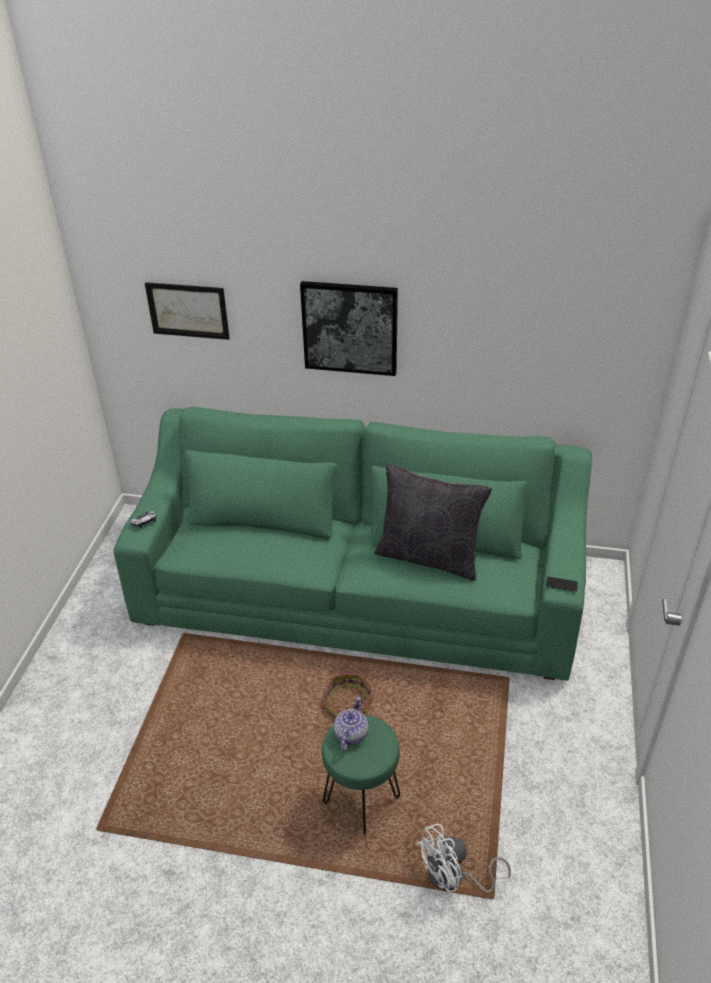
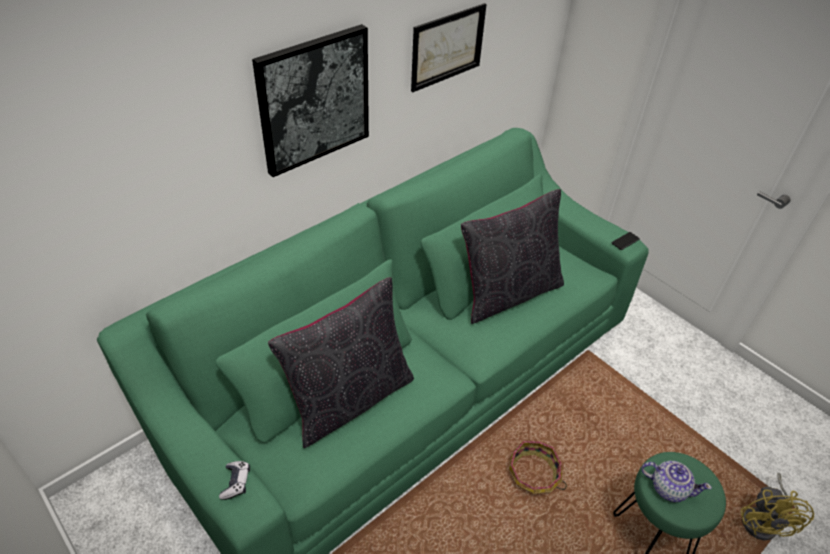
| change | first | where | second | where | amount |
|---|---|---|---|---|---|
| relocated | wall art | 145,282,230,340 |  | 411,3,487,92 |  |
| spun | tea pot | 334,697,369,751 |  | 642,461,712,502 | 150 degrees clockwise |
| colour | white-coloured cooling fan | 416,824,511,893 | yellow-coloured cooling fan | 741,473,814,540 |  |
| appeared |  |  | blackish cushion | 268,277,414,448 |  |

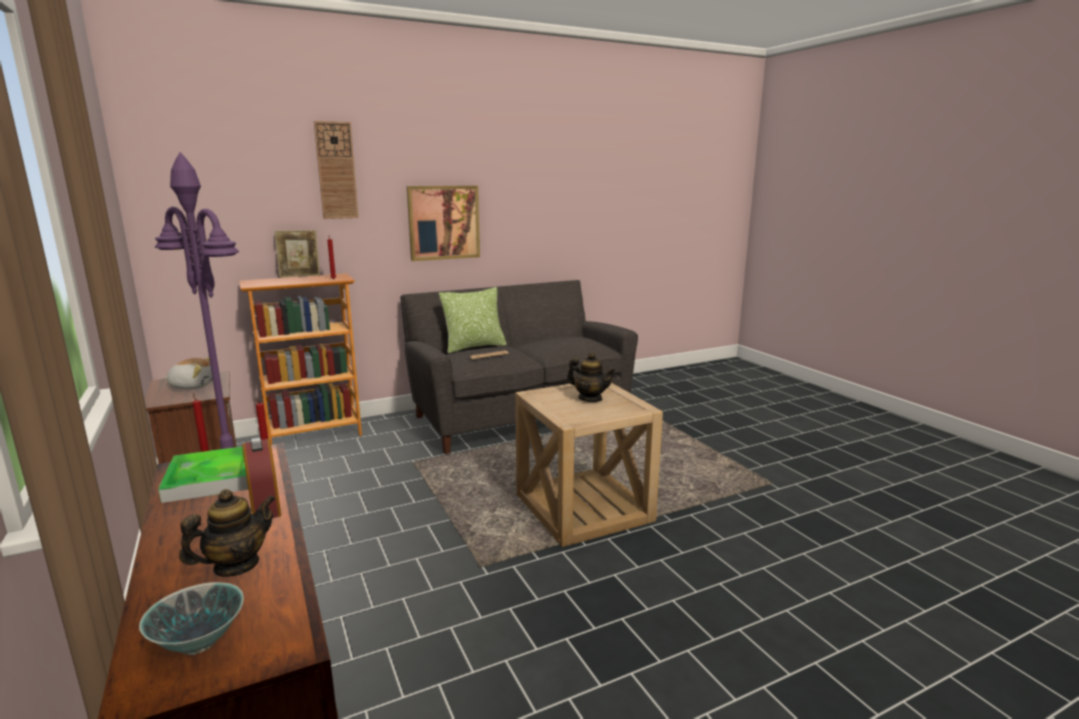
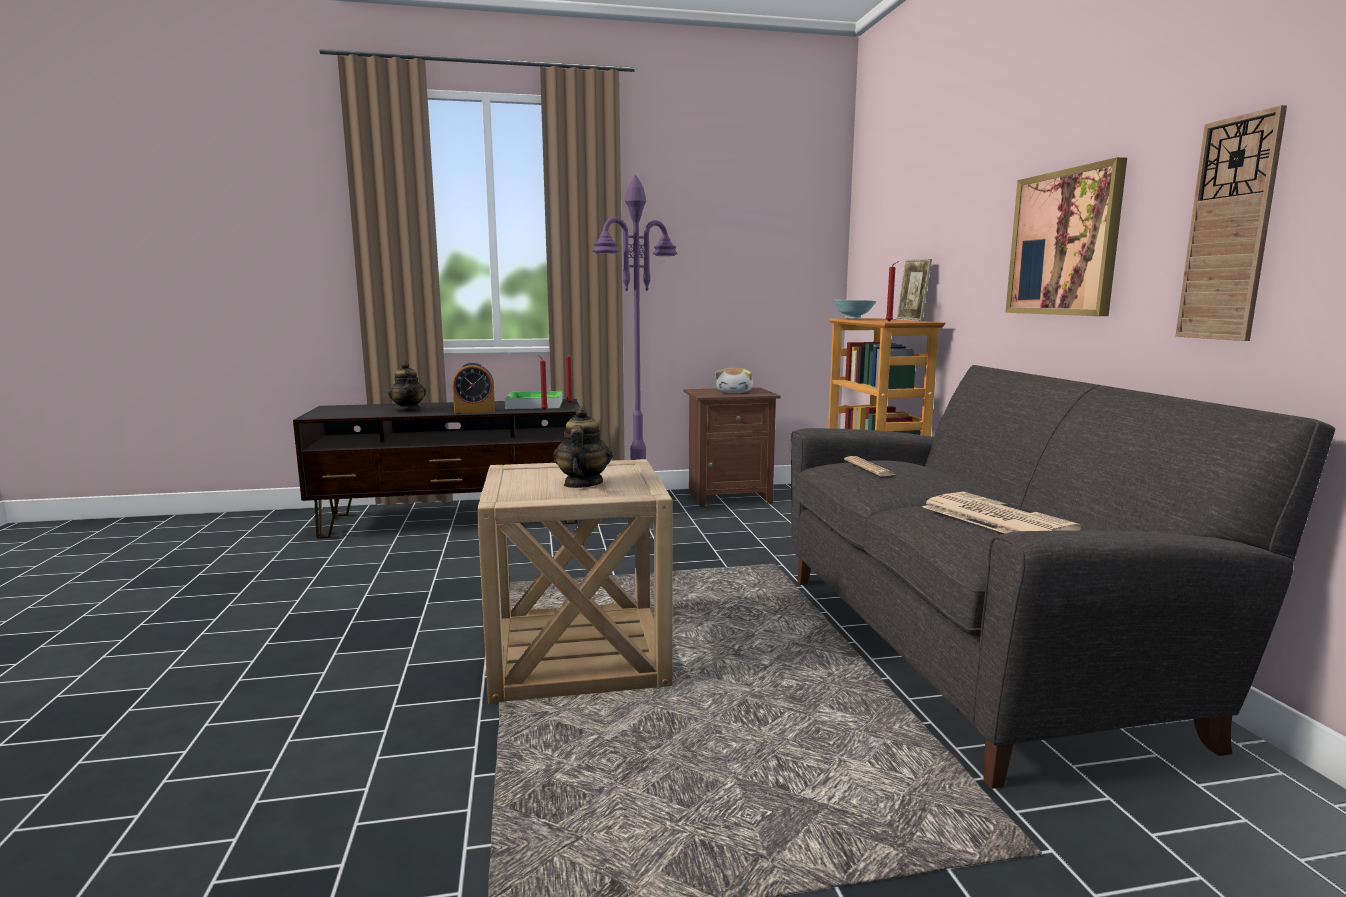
| change | first | where | second | where | amount |
|---|---|---|---|---|---|
| relocated | serving bowl | 139,582,244,655 |  | 832,300,877,319 |  |
| relocated | hanging clock | 314,121,359,219 |  | 1175,105,1287,341 |  |
| missing | cushion | 439,287,507,353 |  |  |  |
| spun | tea pot | 567,353,615,402 |  | 553,406,612,488 | 135 degrees clockwise |
| appeared |  |  | daily paper | 922,492,1082,534 |  |

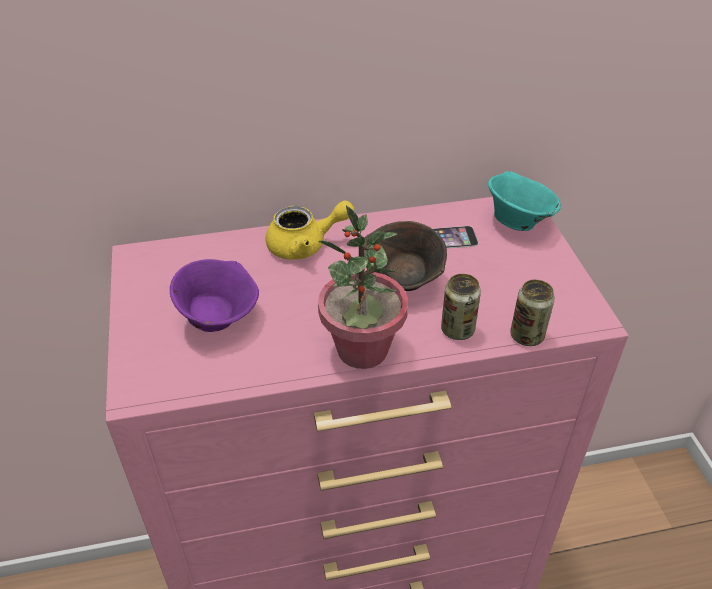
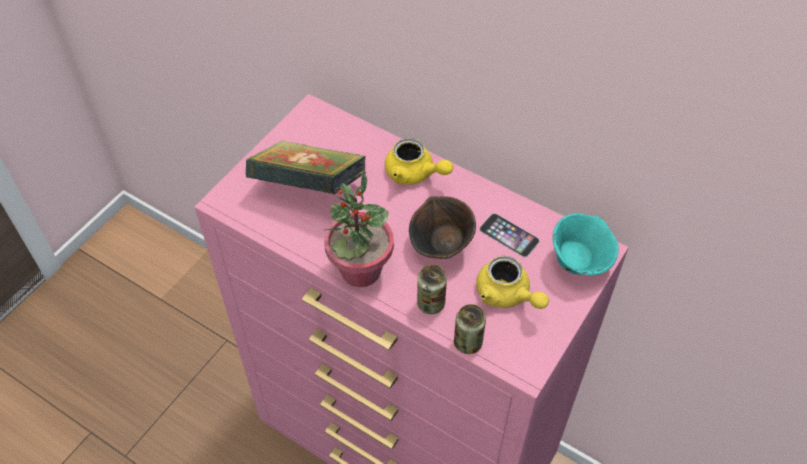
| change | first | where | second | where | amount |
|---|---|---|---|---|---|
| exchanged | purple serving bowl | 170,259,259,332 | bound book | 246,140,366,195 |  |
| appeared |  |  | yellow-coloured tea pot | 476,256,549,309 |  |

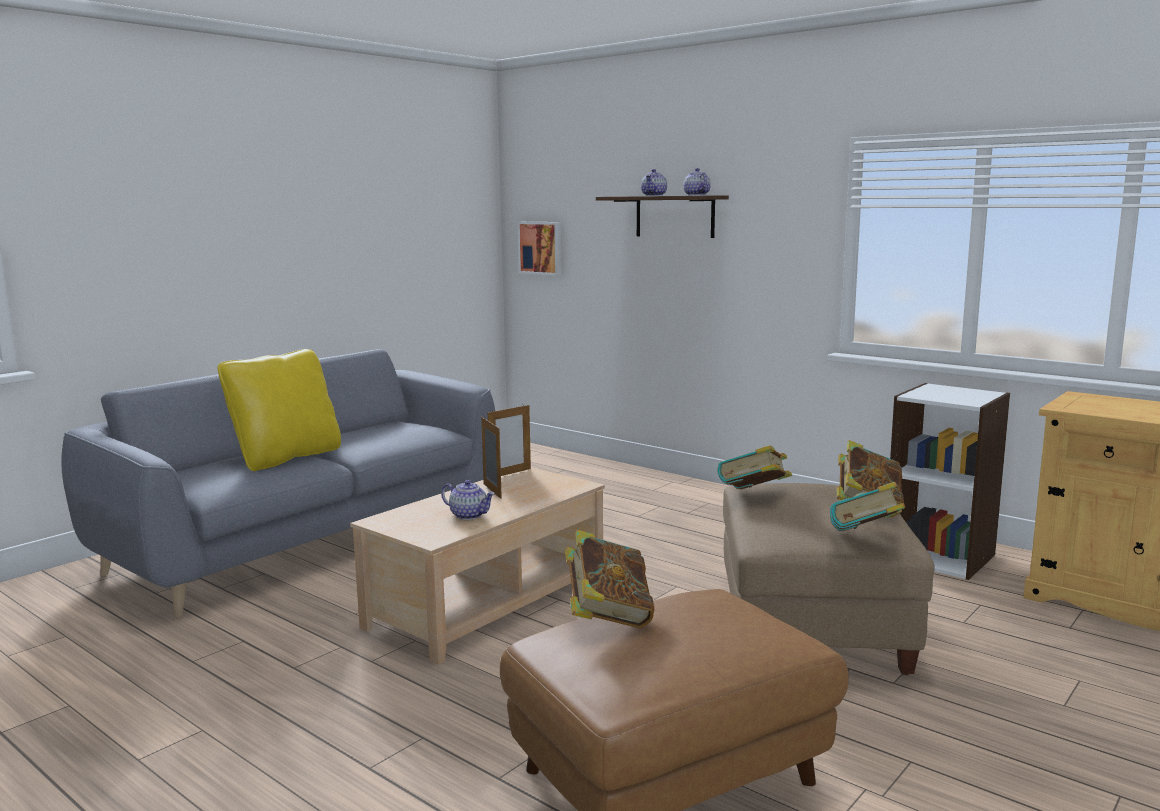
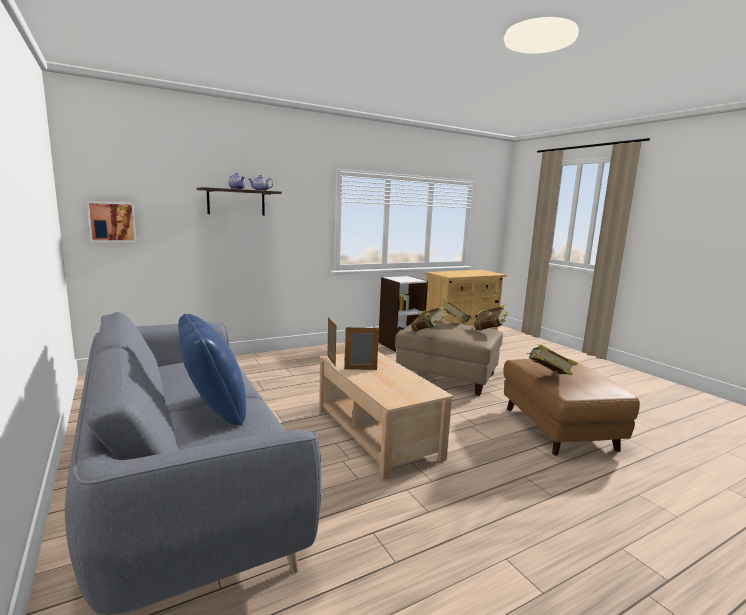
| change | first | where | second | where | amount |
|---|---|---|---|---|---|
| colour | yellow-coloured cushion | 218,349,341,471 | blue cushion | 178,314,246,426 |  |
| missing | tea pot | 441,480,495,520 |  |  |  |

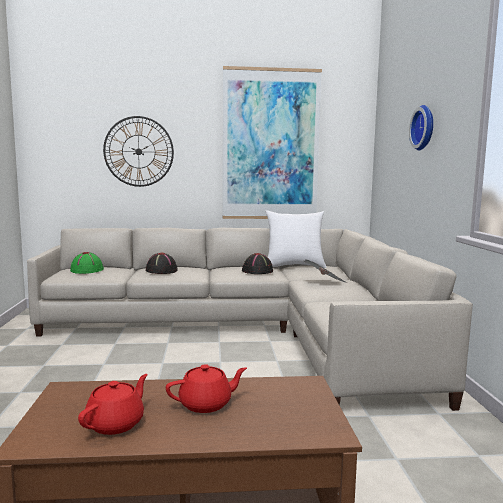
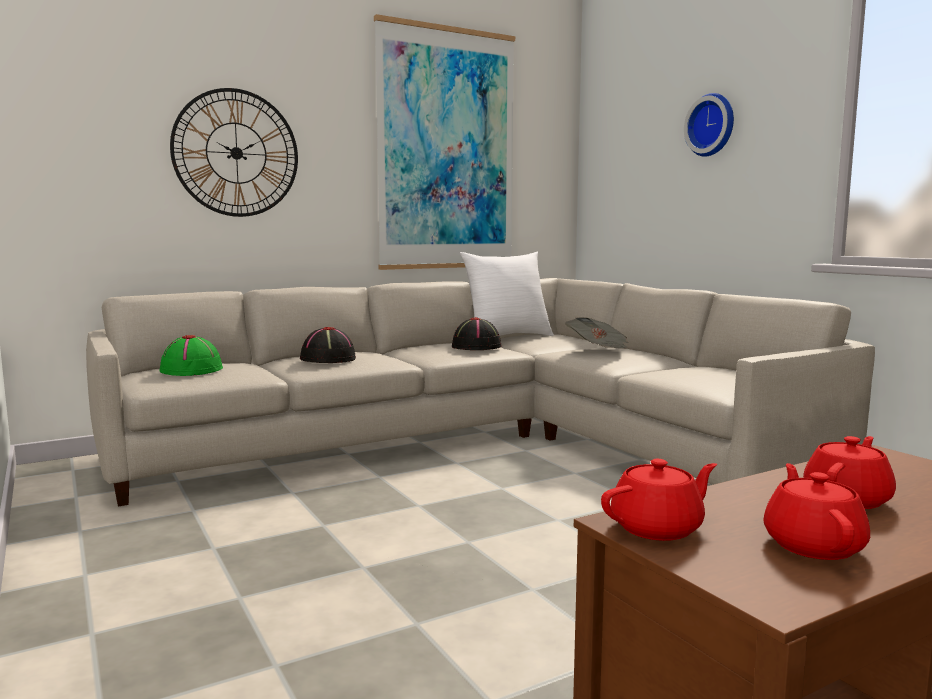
| change | first | where | second | where | amount |
|---|---|---|---|---|---|
| appeared |  |  | red-coloured tea pot | 601,459,717,541 |  |

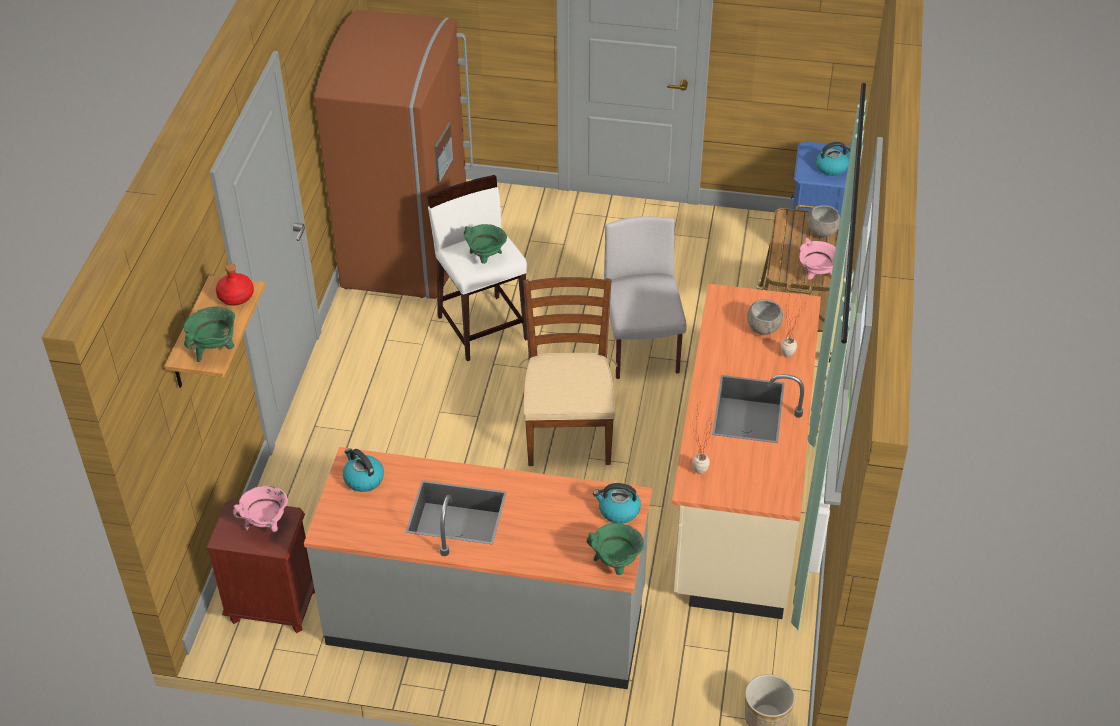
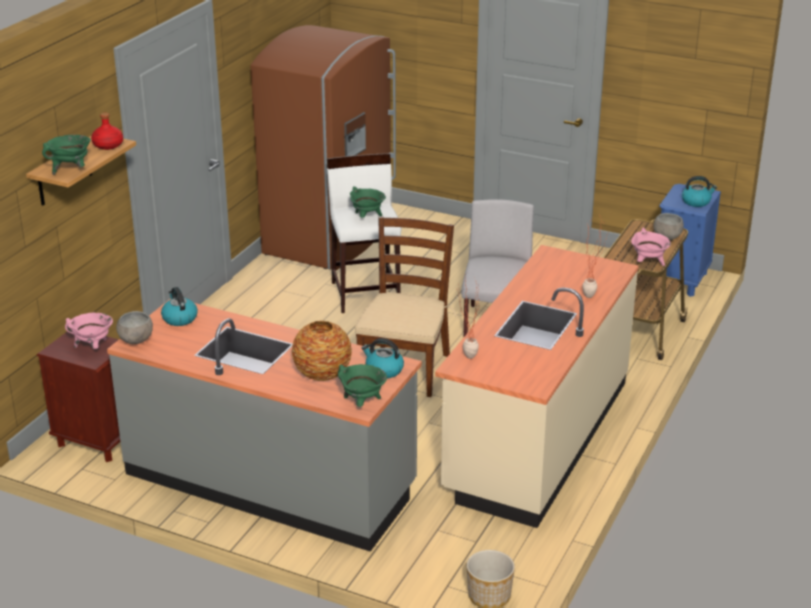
| change | first | where | second | where | amount |
|---|---|---|---|---|---|
| relocated | grey serving bowl | 747,300,783,335 |  | 116,311,153,344 |  |
| appeared |  |  | vase | 292,321,352,381 |  |

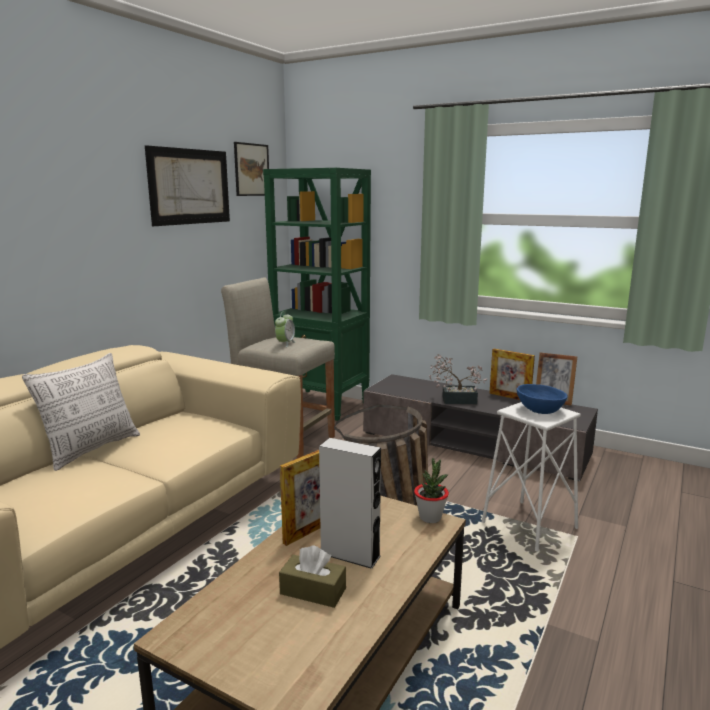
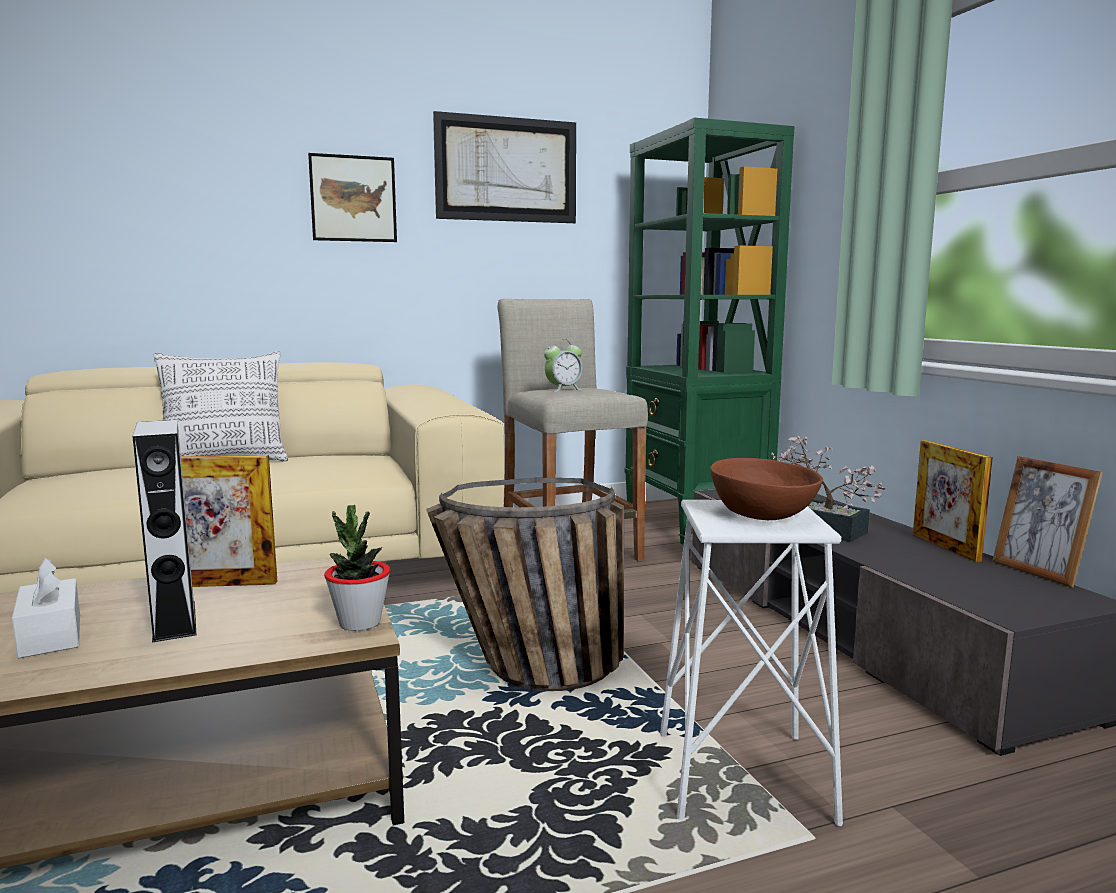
| change | first | where | second | where | amount |
|---|---|---|---|---|---|
| relocated | wall art | 234,142,269,196 |  | 308,153,397,242 |  |
| colour | brownish tissue holder | 279,545,346,608 | white-coloured tissue holder | 12,557,80,658 |  |
| colour | blue serving bowl | 517,384,567,414 | brownish serving bowl | 710,458,823,520 |  |

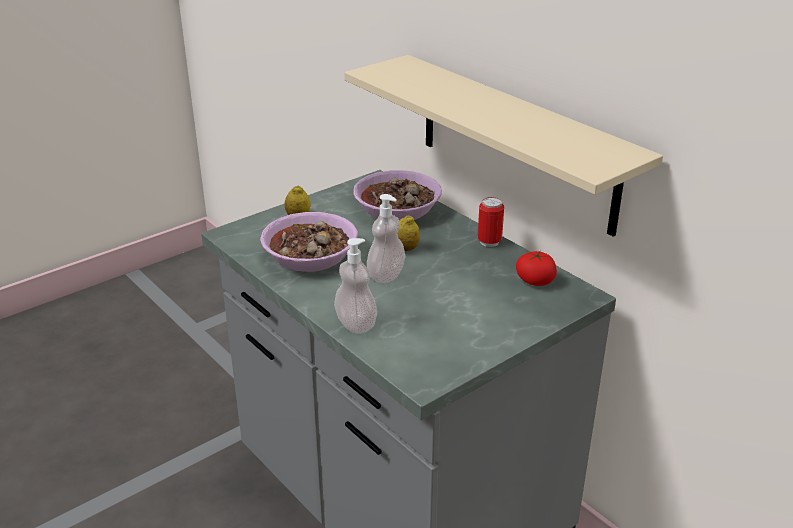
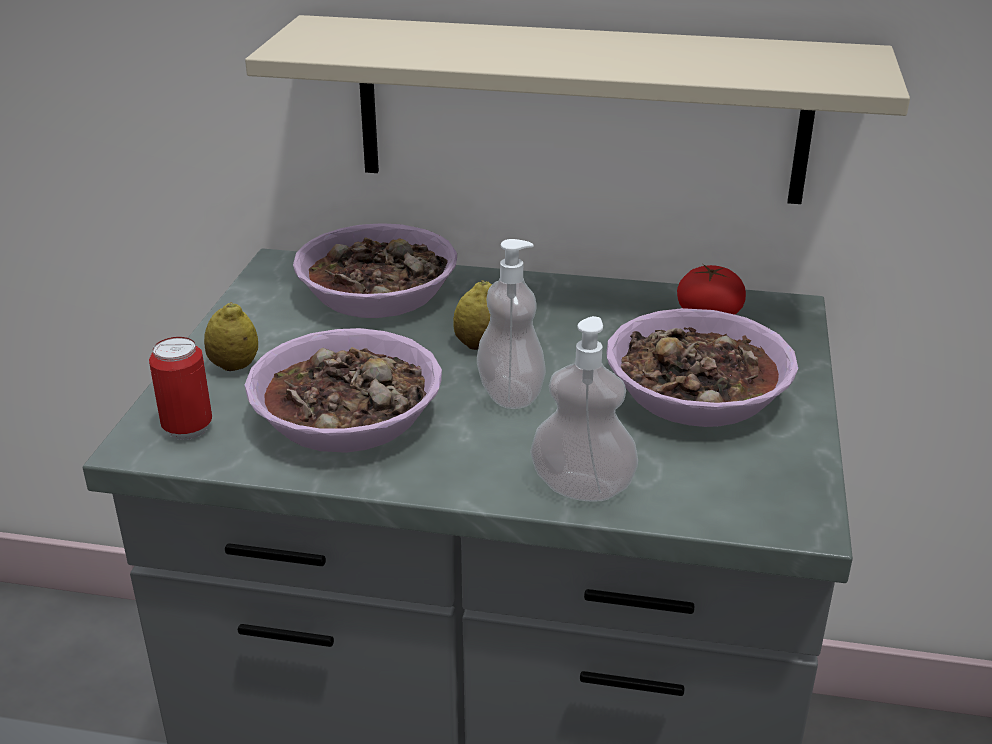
| change | first | where | second | where | amount |
|---|---|---|---|---|---|
| relocated | sealed can | 478,197,504,247 |  | 149,337,212,440 |  |
| appeared |  |  | serving bowl | 606,308,798,427 |  |

